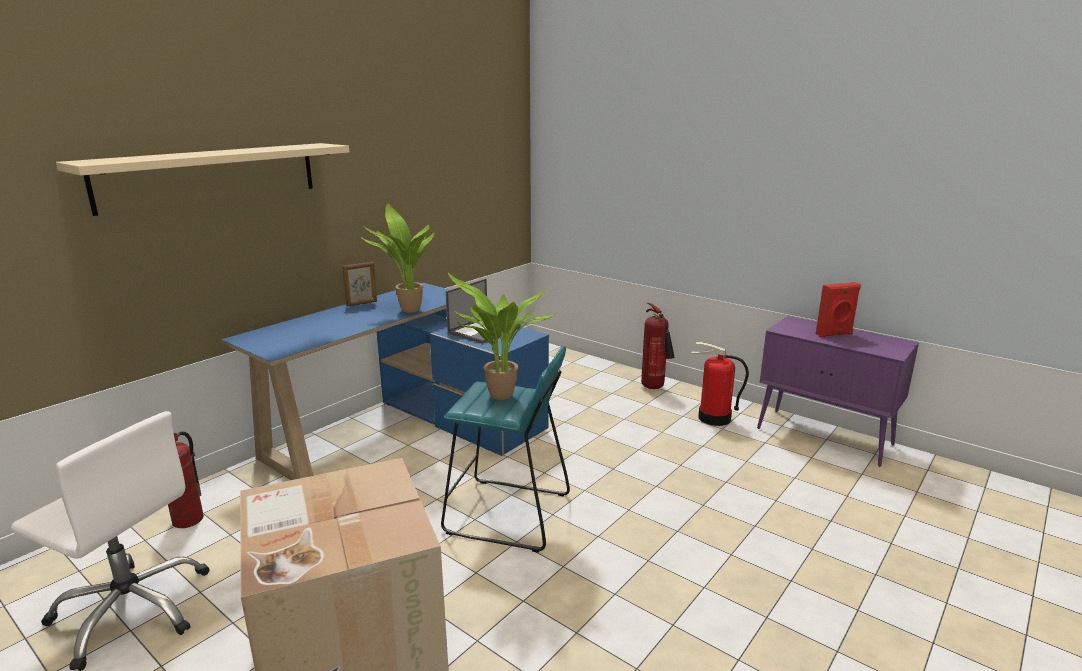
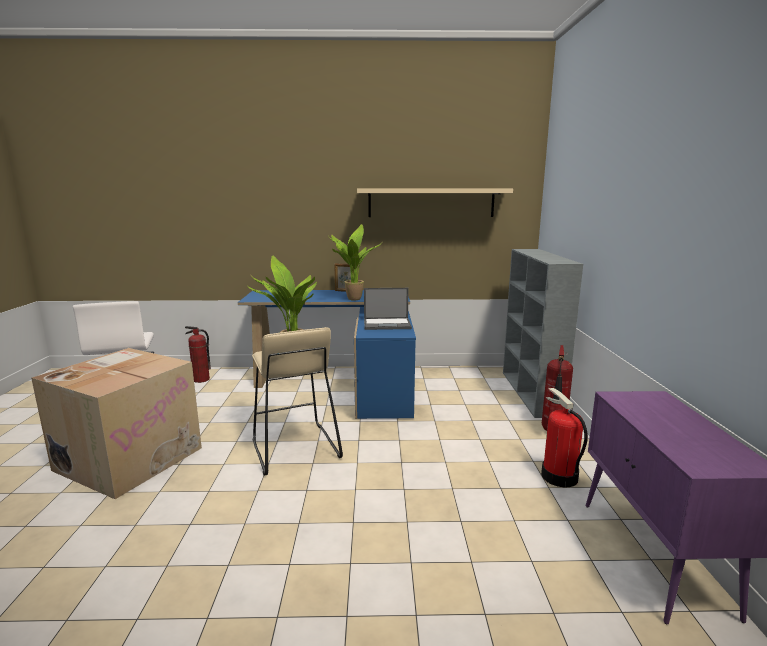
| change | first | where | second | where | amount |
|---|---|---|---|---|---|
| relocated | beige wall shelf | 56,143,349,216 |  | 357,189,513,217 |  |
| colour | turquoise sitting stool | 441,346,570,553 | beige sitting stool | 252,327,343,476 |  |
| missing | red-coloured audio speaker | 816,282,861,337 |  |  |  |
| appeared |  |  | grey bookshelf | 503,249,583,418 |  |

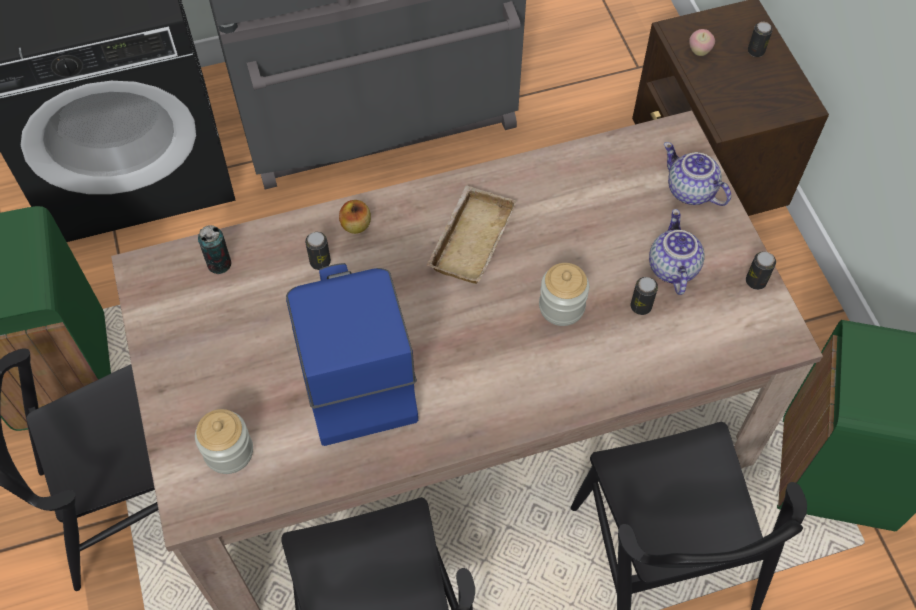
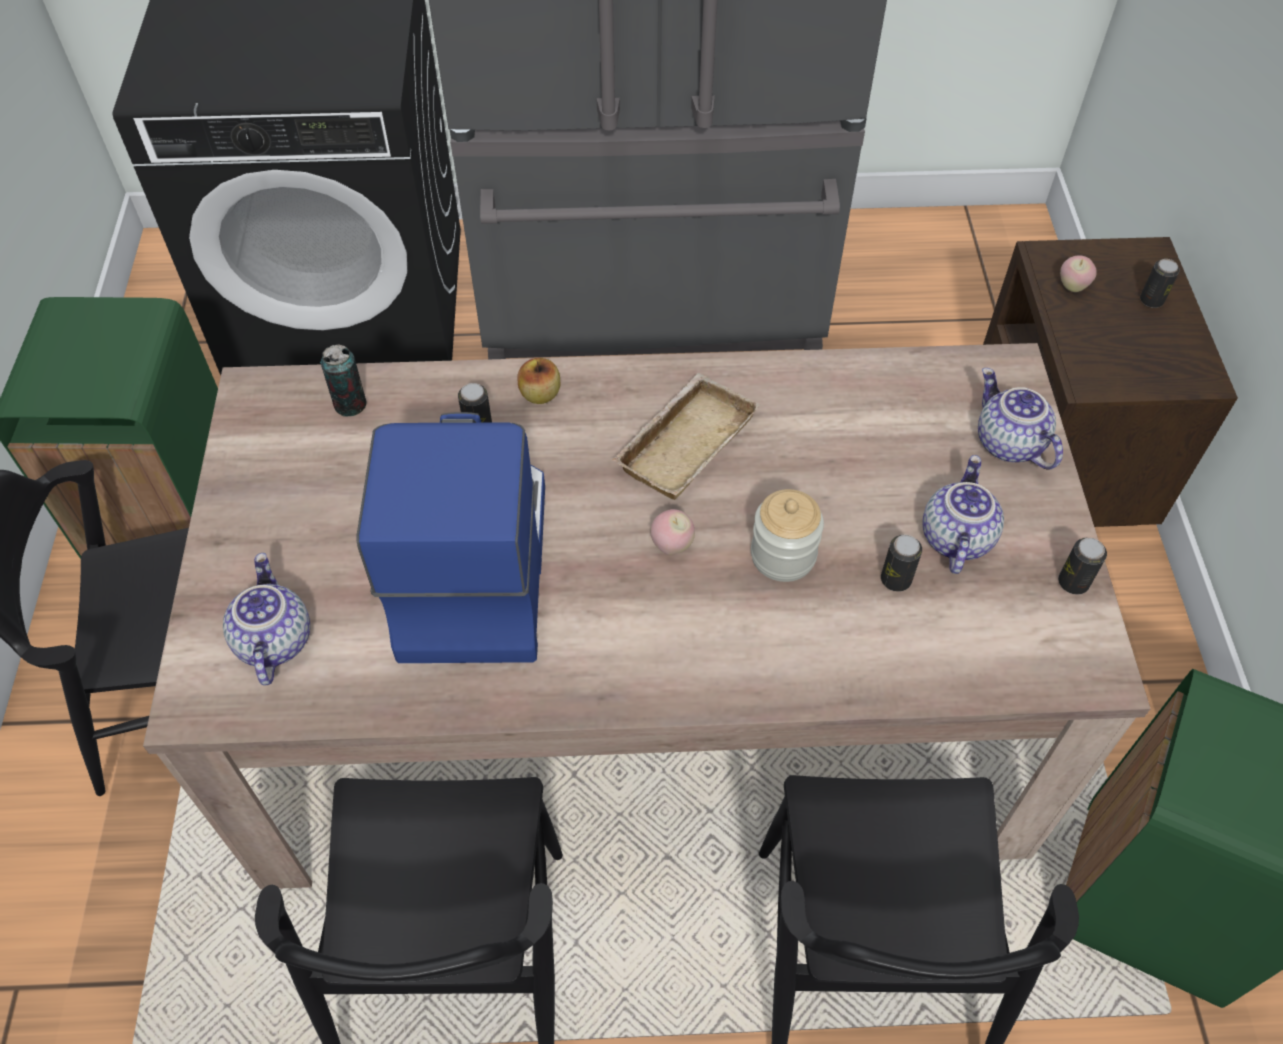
| change | first | where | second | where | amount |
|---|---|---|---|---|---|
| exchanged | storage jar | 195,409,253,474 | tea pot | 223,553,310,686 |  |
| appeared |  |  | apple | 651,509,695,555 |  |

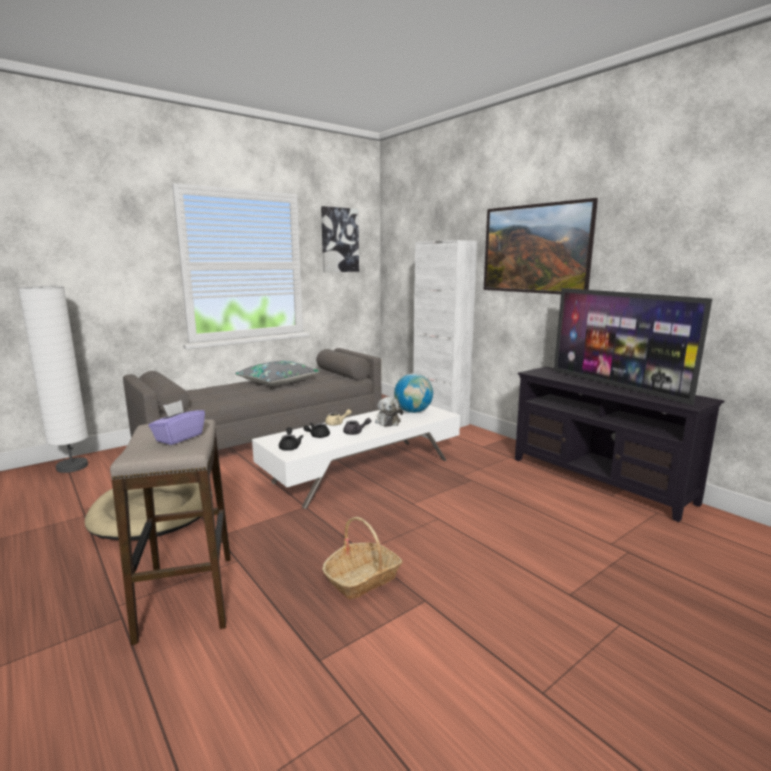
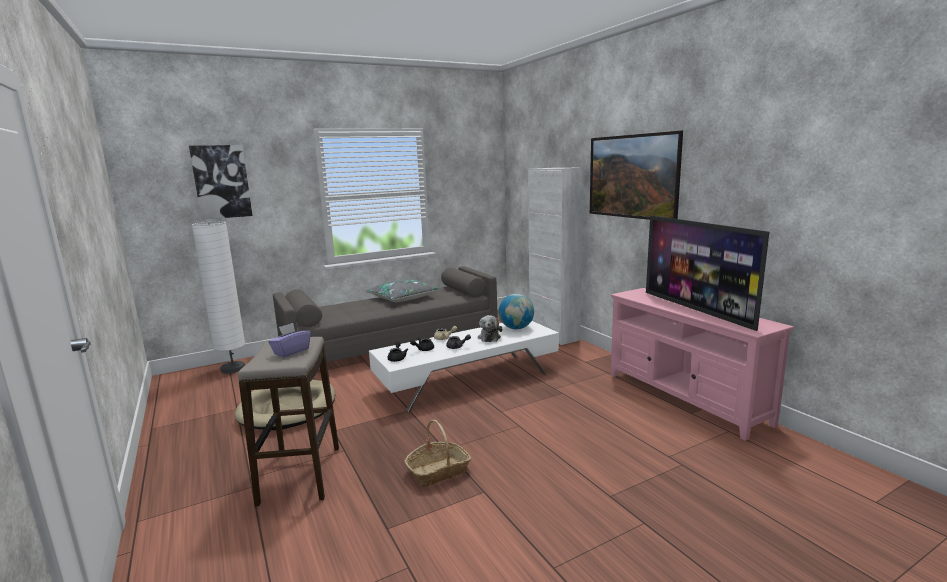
| change | first | where | second | where | amount |
|---|---|---|---|---|---|
| relocated | wall art | 321,206,359,272 |  | 189,145,253,220 |  |
| colour | blackish tv unit | 515,367,724,522 | pink tv unit | 611,288,794,441 |  |

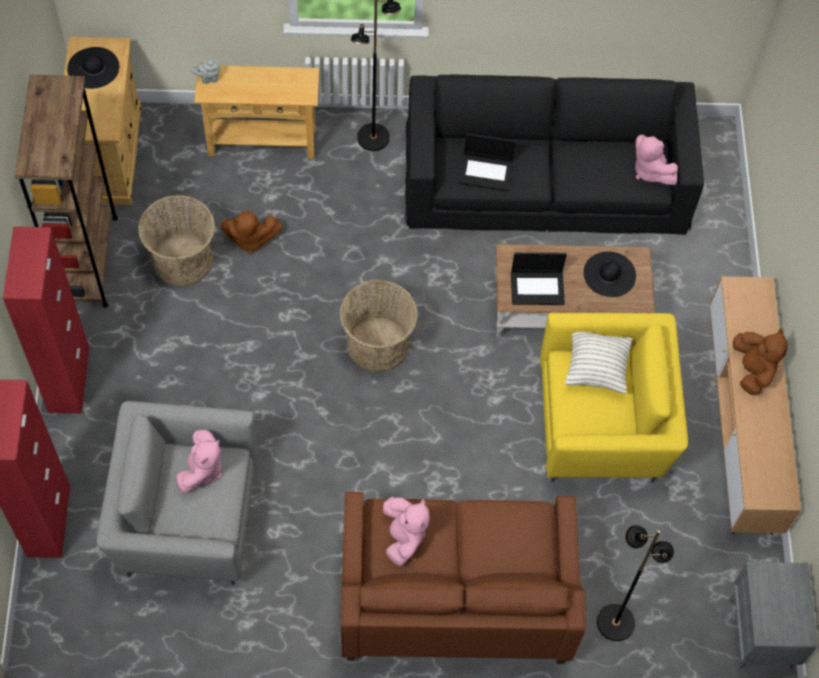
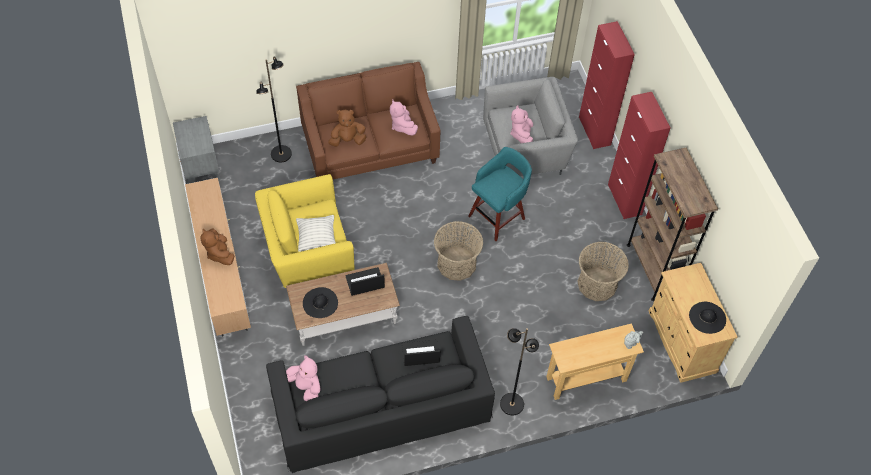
| change | first | where | second | where | amount |
|---|---|---|---|---|---|
| relocated | brownish cuddly toy | 220,210,282,254 |  | 328,110,367,147 |  |
| appeared |  |  | turquoise sitting stool | 468,147,532,241 |  |

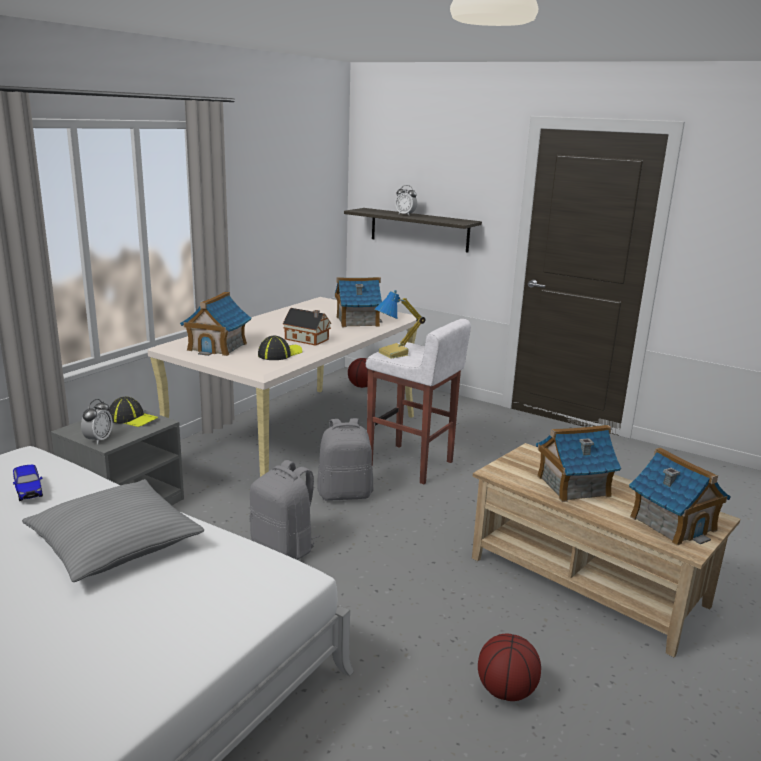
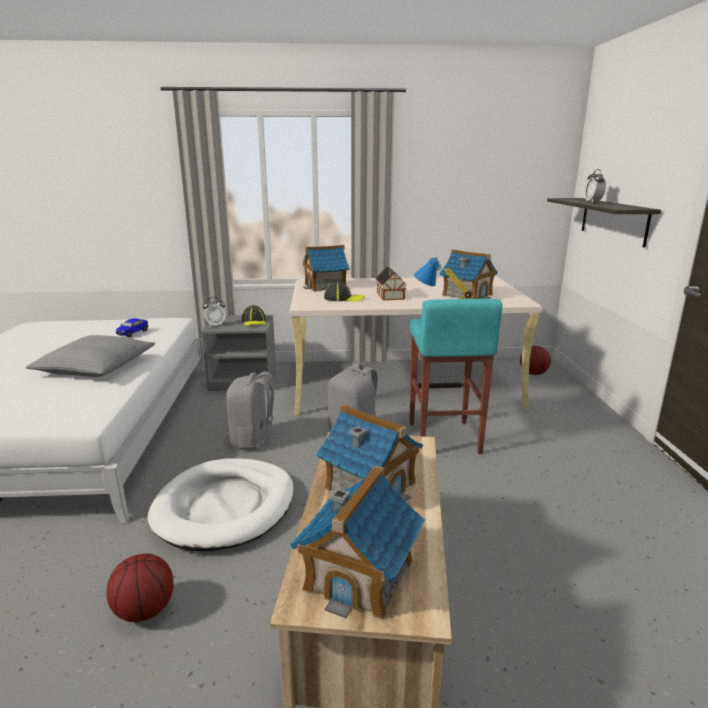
| change | first | where | second | where | amount |
|---|---|---|---|---|---|
| colour | white-coloured sitting stool | 366,319,471,484 | turquoise sitting stool | 409,299,503,454 |  |
| appeared |  |  | white-coloured dog bed | 148,458,294,551 |  |

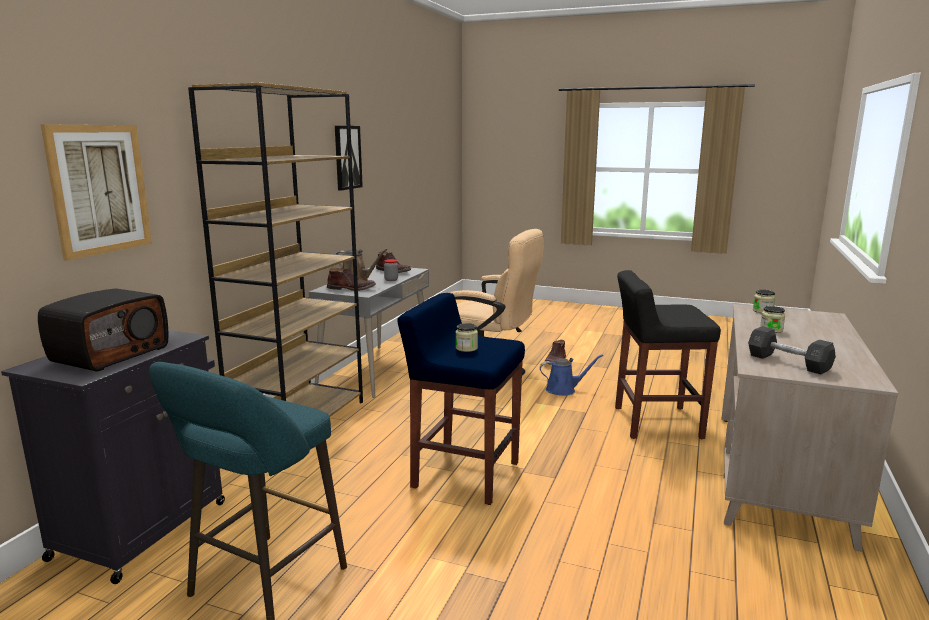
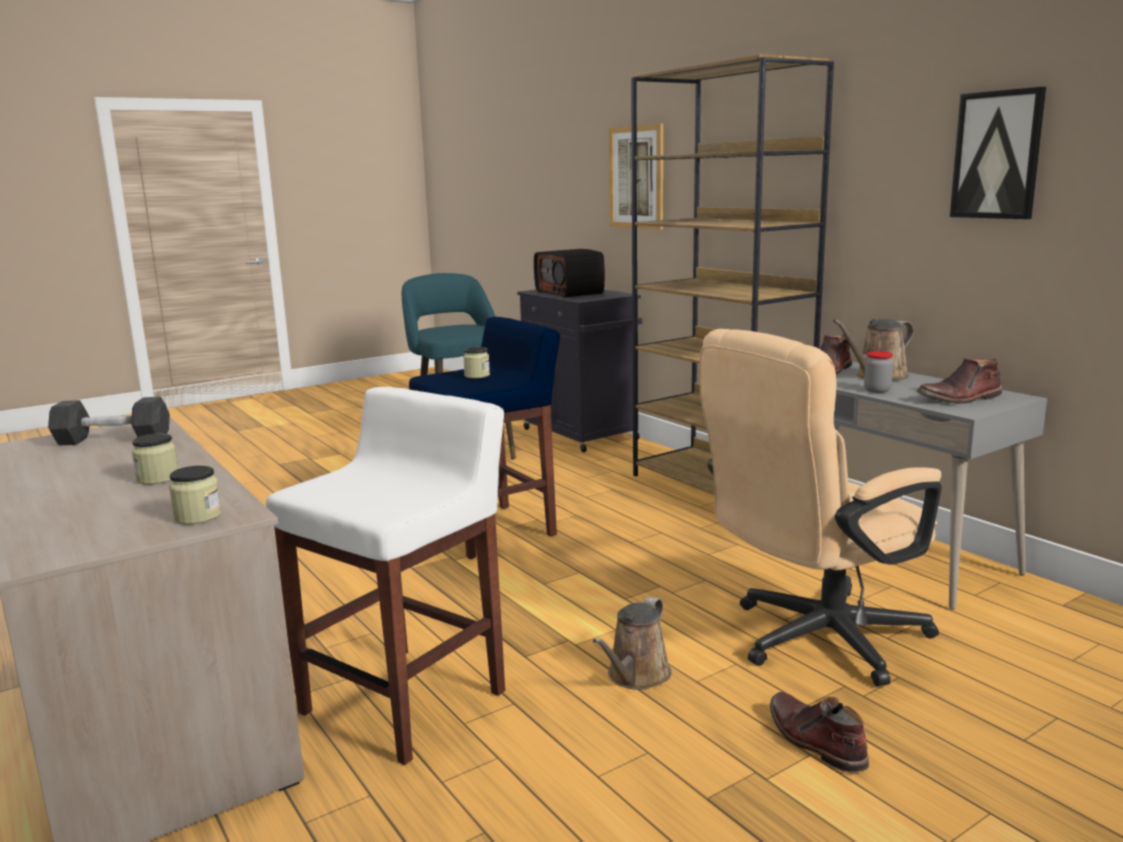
| change | first | where | second | where | amount |
|---|---|---|---|---|---|
| colour | blue sprinkling can | 540,354,603,396 | brownish sprinkling can | 593,597,672,690 |  |
| colour | blackish sitting stool | 615,270,721,439 | white-coloured sitting stool | 266,387,505,765 |  |

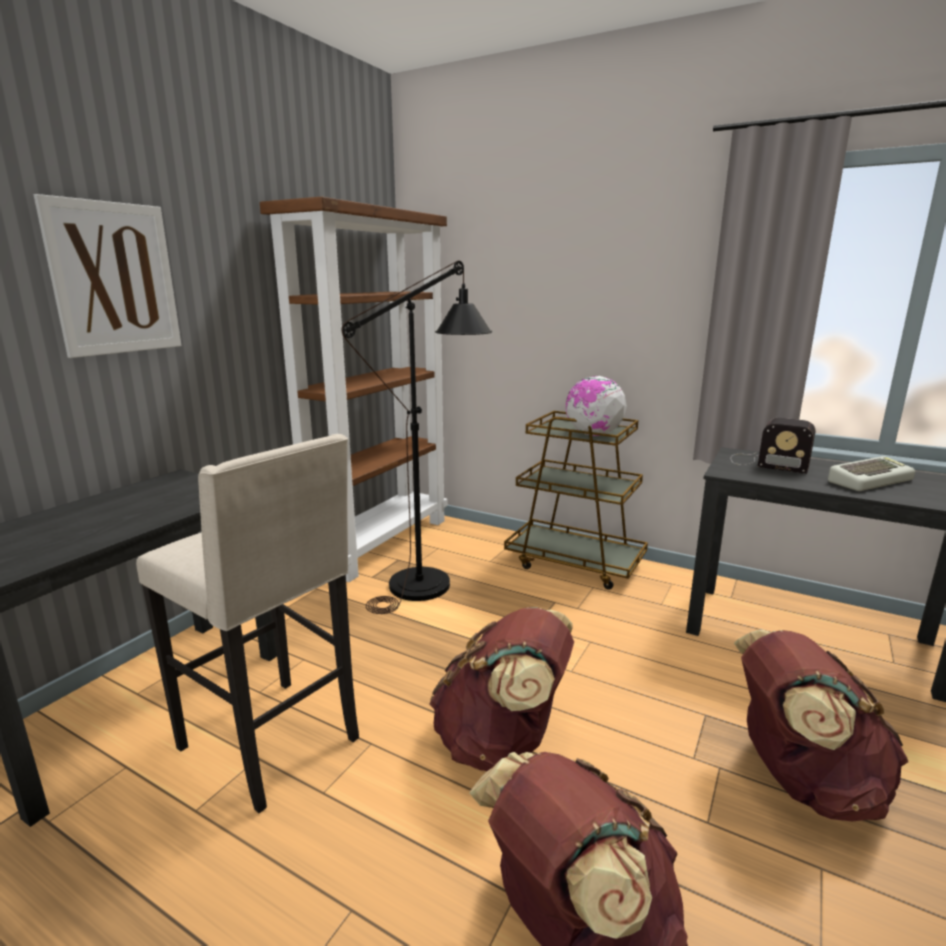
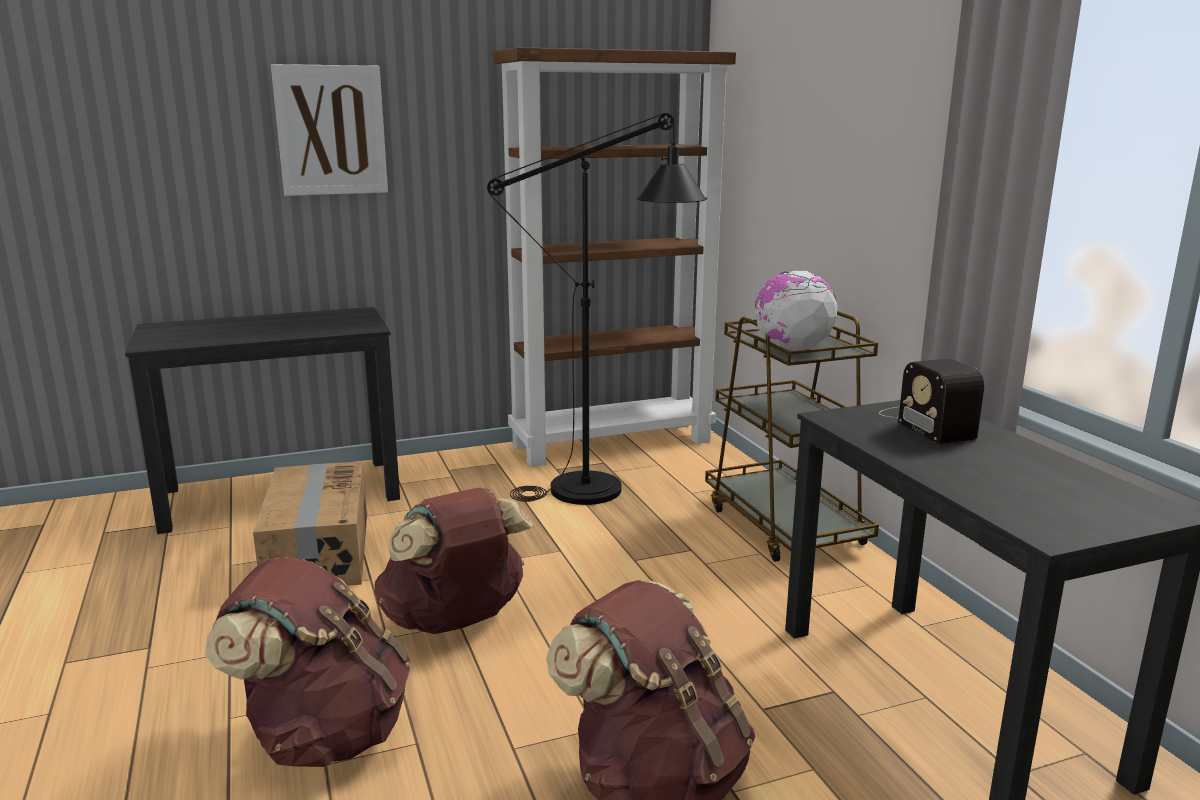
| change | first | where | second | where | amount |
|---|---|---|---|---|---|
| exchanged | beige sitting stool | 136,434,359,813 | cardboard box | 253,462,367,586 |  |
| missing | keyboard | 828,456,915,491 |  |  |  |

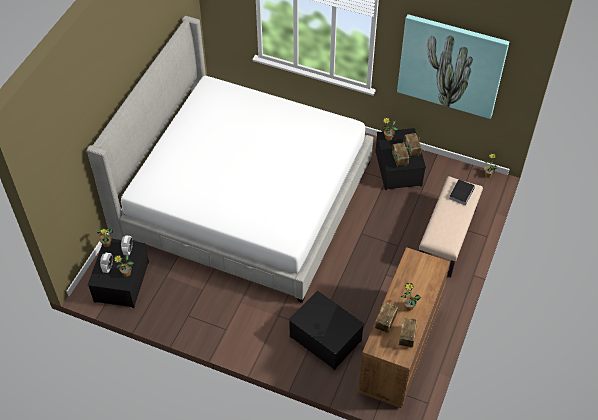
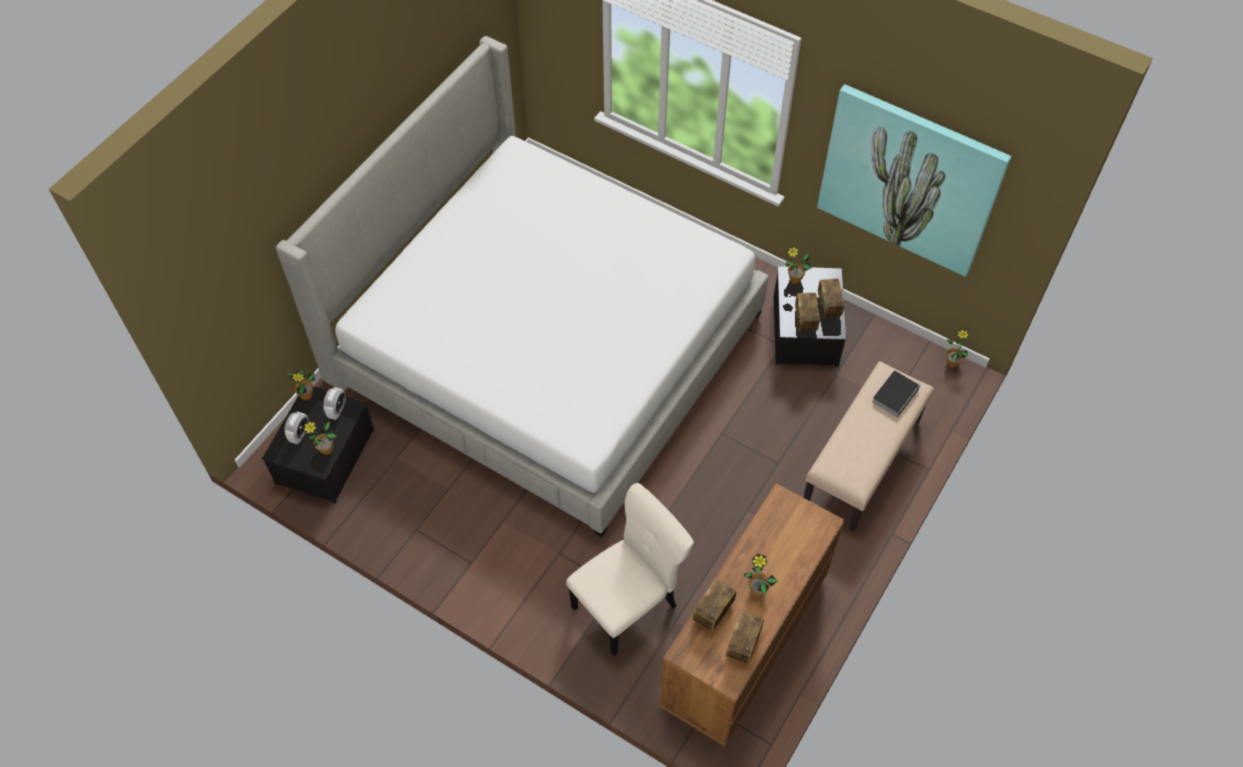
| change | first | where | second | where | amount |
|---|---|---|---|---|---|
| exchanged | storage box | 289,291,364,370 | beige plain chair | 566,483,694,656 |  |

